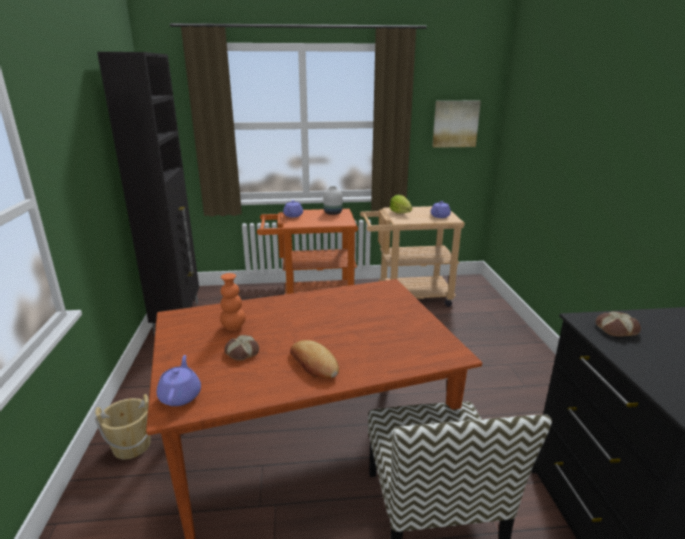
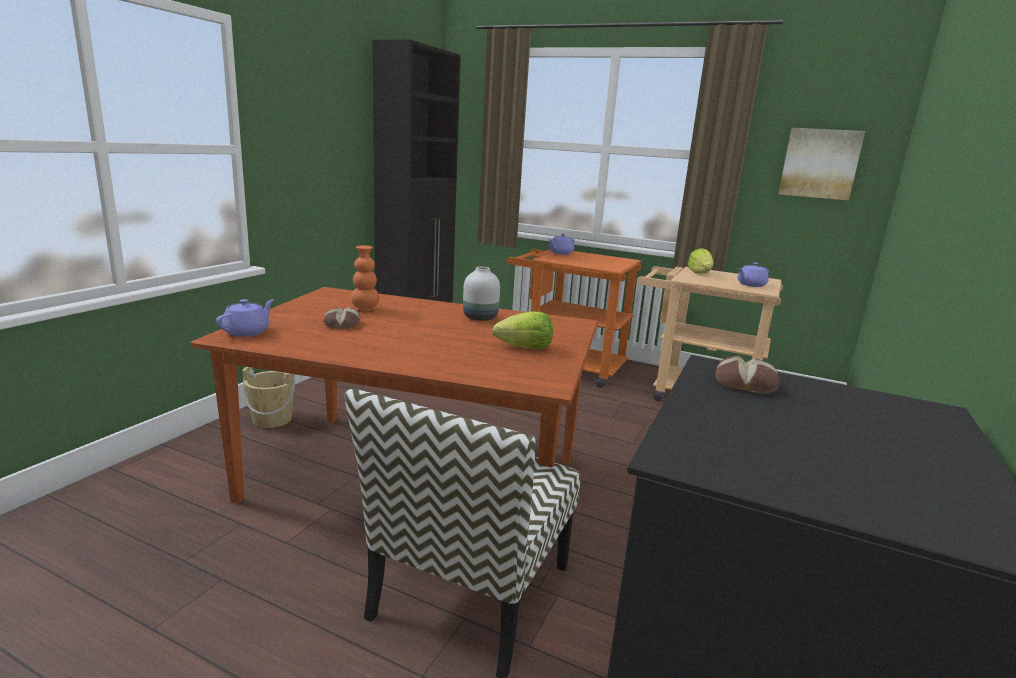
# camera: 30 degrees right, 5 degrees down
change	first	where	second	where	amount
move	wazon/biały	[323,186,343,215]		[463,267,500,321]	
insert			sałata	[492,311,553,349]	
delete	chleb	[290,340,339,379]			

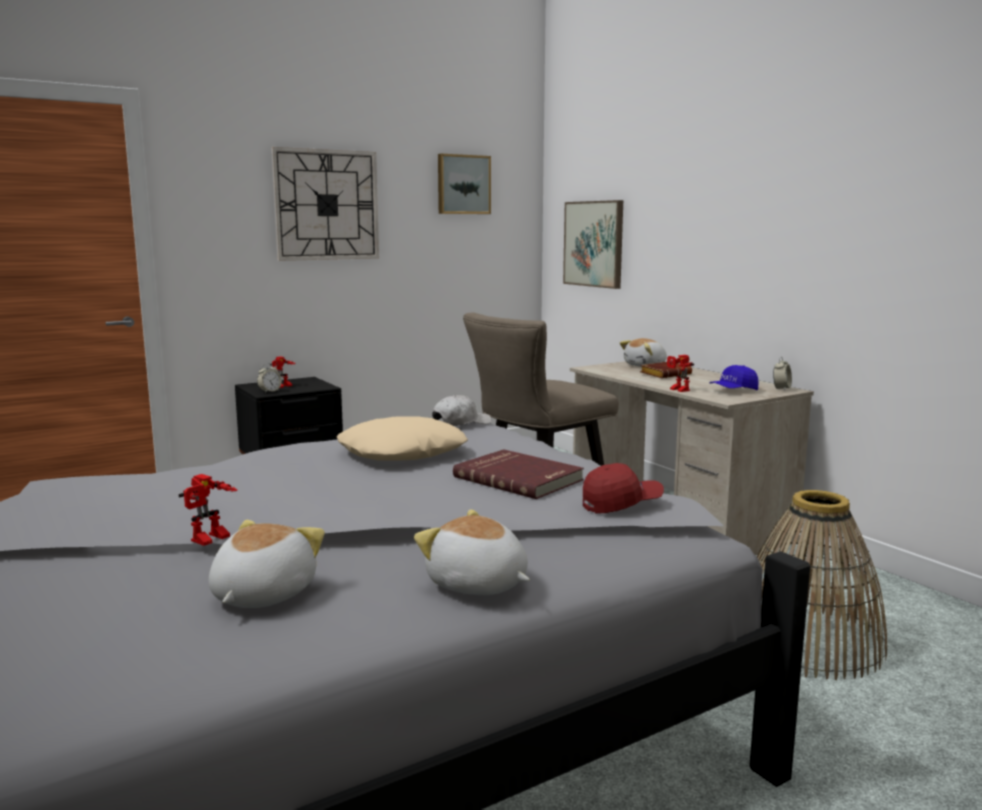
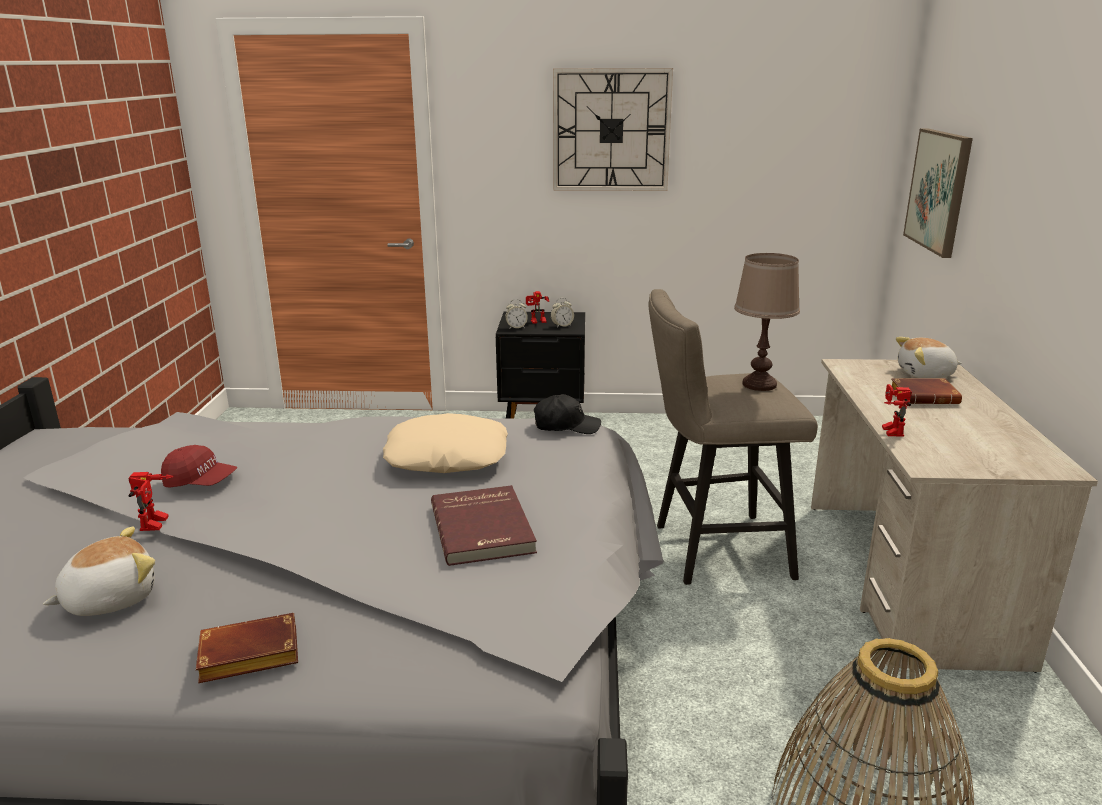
# camera: 35 degrees right, 10 degrees up
change	first	where	second	where	amount
rotate	robot zabawkowy	[179,474,238,546]		[128,472,174,531]	75 degrees counterclockwise
move	czapka z daszkiem/czerwony	[583,463,664,514]		[161,445,237,487]	
replace	pluszak	[414,510,530,595]	książka/brązowy	[196,613,298,683]	
recolor	czapka z daszkiem/biały	[432,395,492,426]	czapka z daszkiem/czarny	[534,394,601,434]	
move	budzik	[773,358,792,391]		[551,298,574,328]	
insert			lampa stołowa/brązowy	[734,253,800,391]	
delete	obraz	[438,154,491,214]			
delete	czapka z daszkiem/niebieski	[709,365,759,390]			

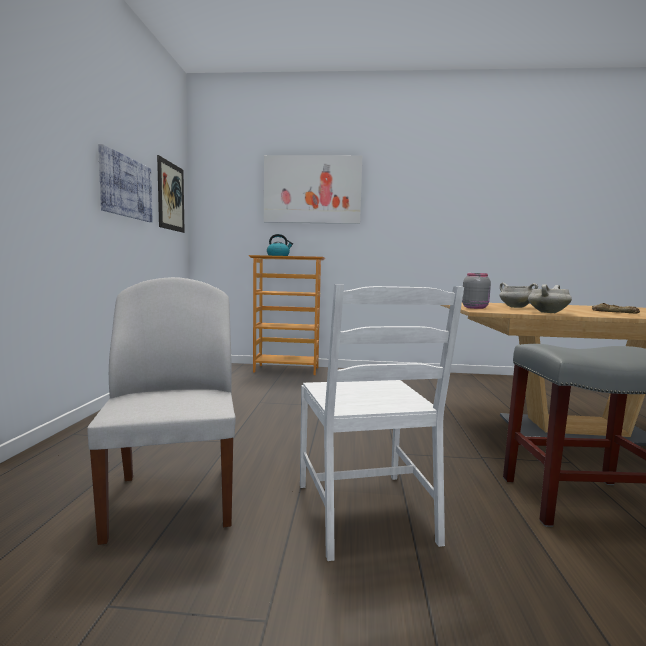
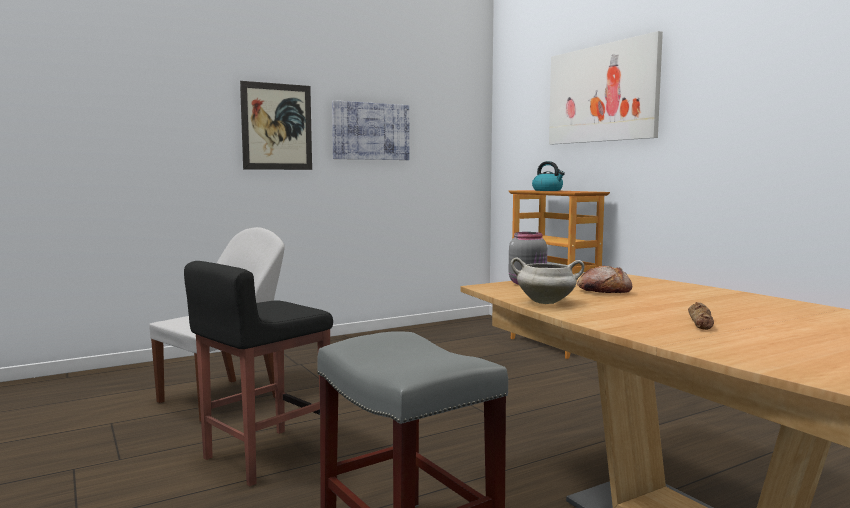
# camera: 55 degrees right, 0 degrees up
change	first	where	second	where	amount
replace	krzesło/biały	[300,284,464,561]	stołek/czarny	[184,261,333,486]	
move	obraz	[157,155,185,233]		[240,81,312,170]	
replace	garnek/biały	[499,283,538,308]	chleb	[577,266,632,293]	

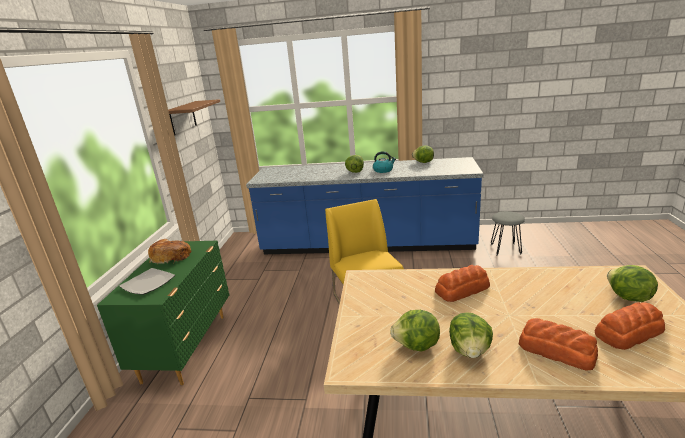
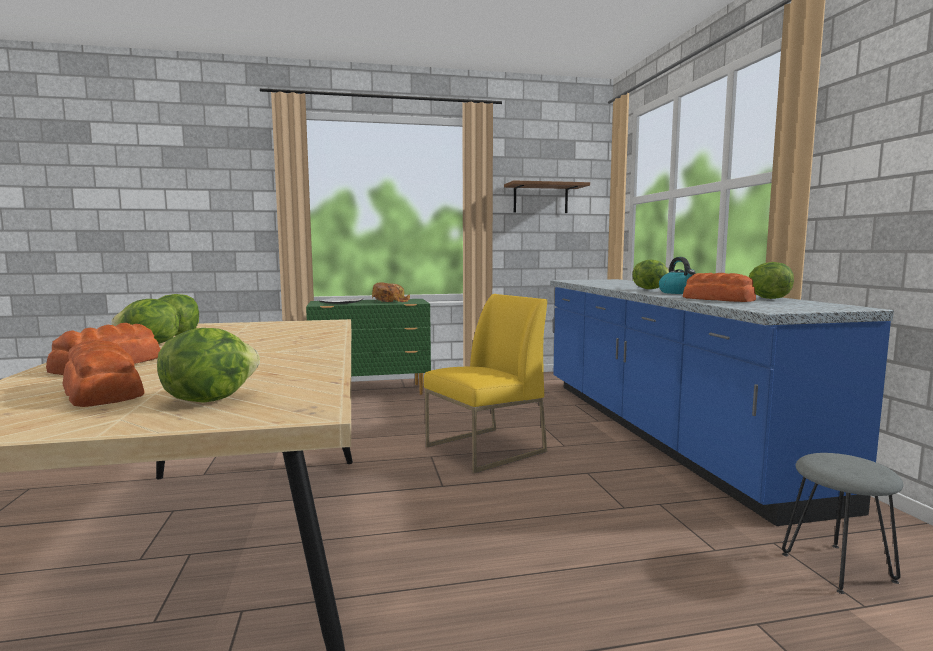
# camera: 70 degrees right, 15 degrees down
change	first	where	second	where	amount
move	chleb	[435,265,490,302]		[683,273,756,302]	

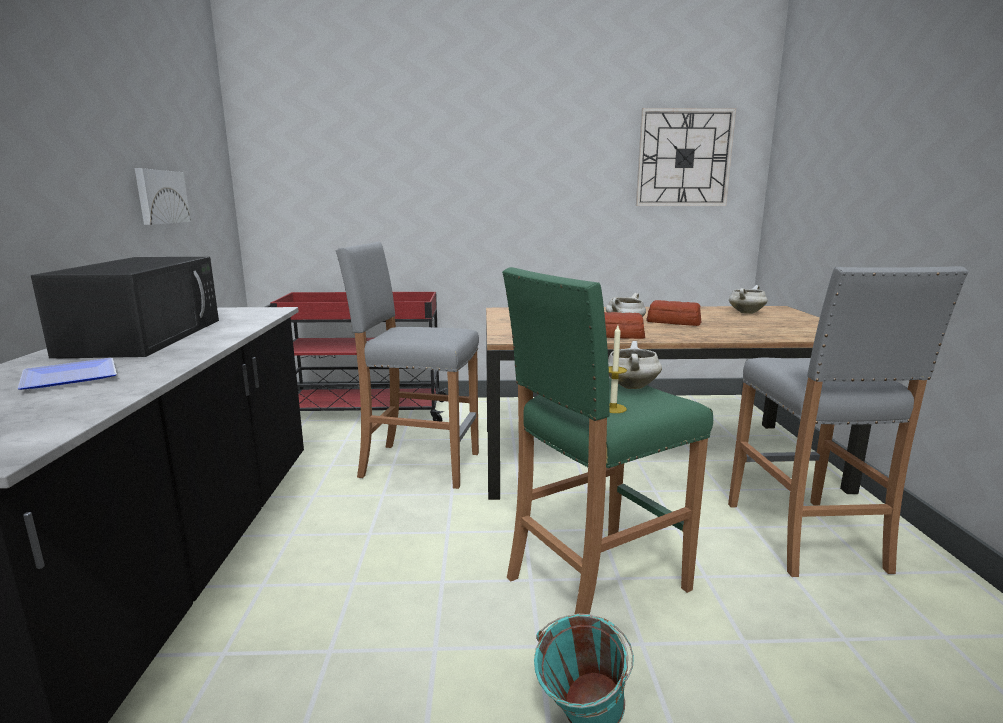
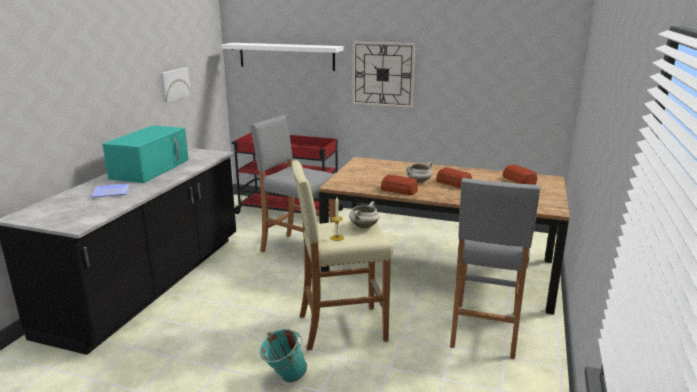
# camera: 20 degrees right, 5 degrees up
change	first	where	second	where	amount
recolor	mikrofalówka/czarny	[31,257,219,359]	mikrofalówka/turkusowy	[102,125,189,183]	
insert			półka/biały	[221,43,344,71]	
recolor	stołek/zielony	[502,267,713,614]	stołek/beżowy	[291,160,393,350]	
move	zegar ścienny	[636,108,736,206]		[353,42,415,108]	
replace	garnek/biały	[729,285,768,314]	chleb	[503,164,538,185]	

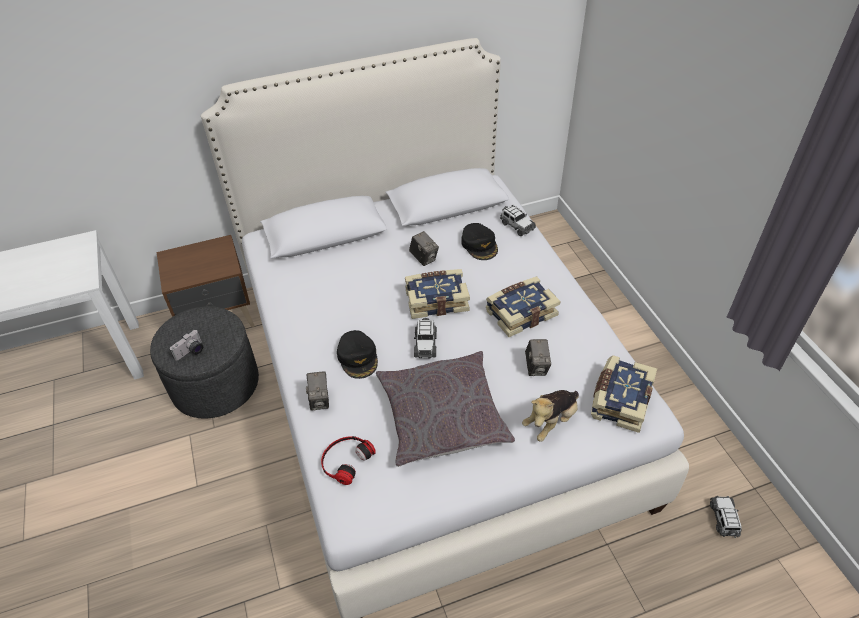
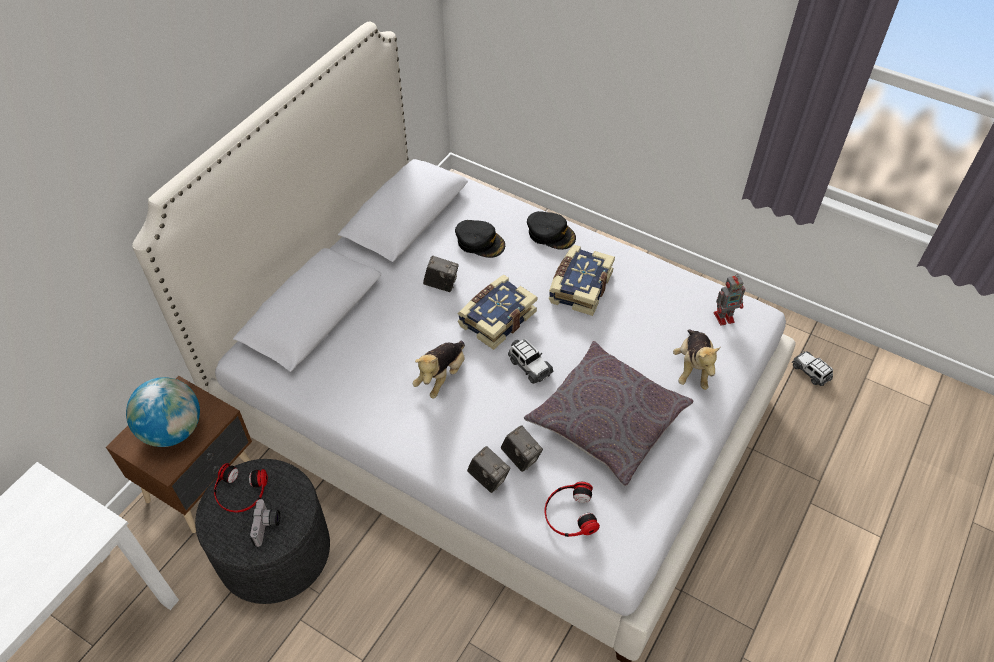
# camera: 40 degrees left, 5 degrees up
change	first	where	second	where	amount
insert			globus	[126,377,200,447]	
insert			słuchawki	[214,463,268,513]	
insert			pluszak	[413,341,465,398]	
move	aparat fotograficzny	[525,339,551,376]		[501,425,543,472]	
move	czapka z daszkiem/czarny	[337,330,378,379]		[527,211,576,250]	
replace	książka	[591,356,657,433]	robot zabawkowy	[714,274,745,326]	
delete	samochodzik	[500,205,536,236]			

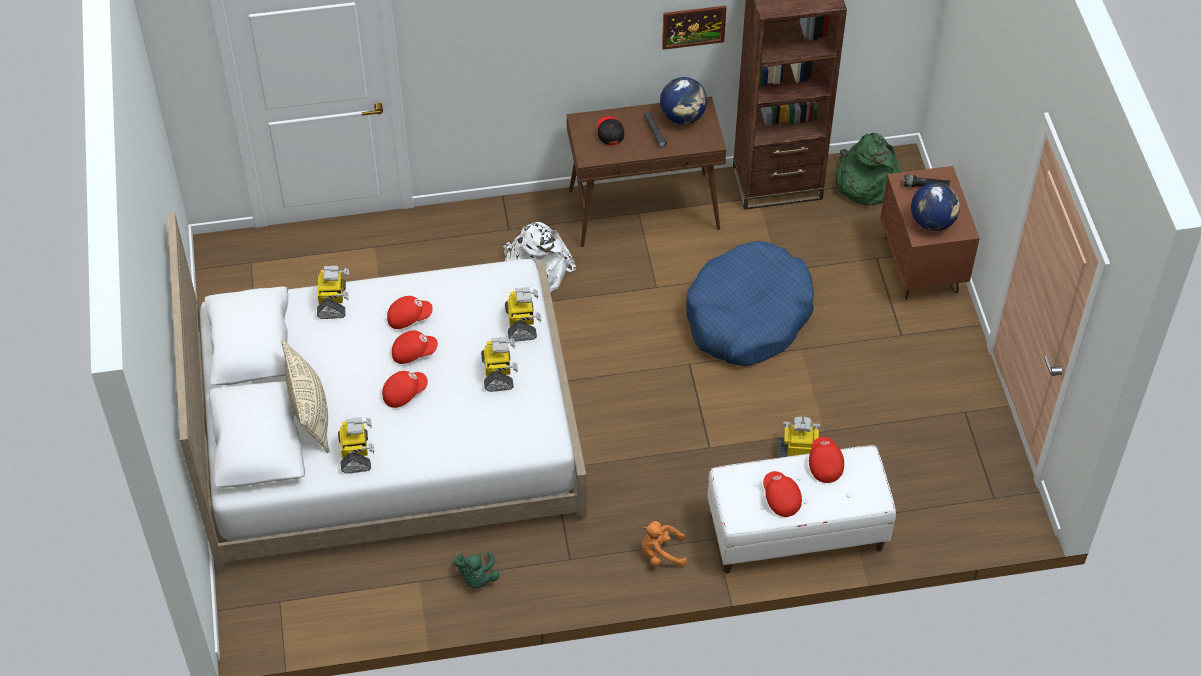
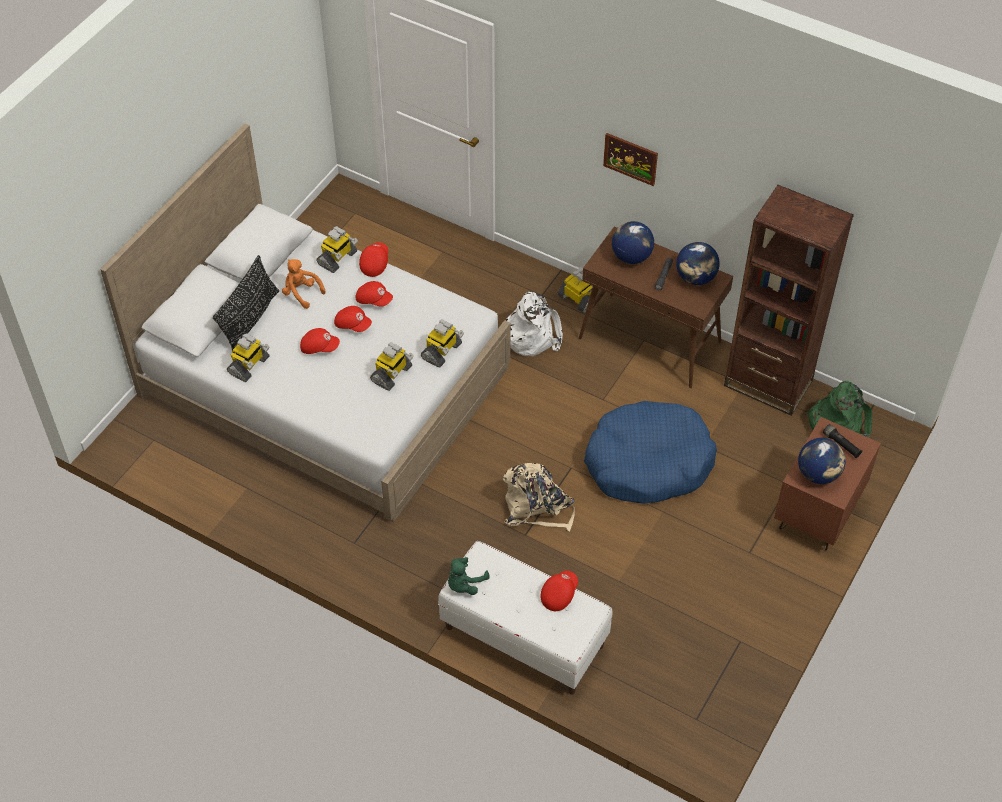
# camera: 40 degrees right, 0 degrees up
change	first	where	second	where	amount
recolor	poduszka/beżowy	[281,338,330,453]	poduszka/czarny	[213,255,279,353]	
move	pluszak/pomarańczowy	[642,521,687,567]		[282,259,326,309]	
move	czapka z daszkiem/czerwony	[763,471,802,517]		[359,242,388,277]	
move	pluszak/zielony	[454,552,500,588]		[448,557,489,595]	
insert			plecak/beżowy	[503,463,575,531]	
move	robot zabawkowy	[778,417,820,458]		[558,267,593,313]	
move	obraz	[662,6,727,50]		[603,133,658,186]	
replace	czapka z daszkiem/czarny	[597,116,624,145]	globus	[612,221,654,264]	

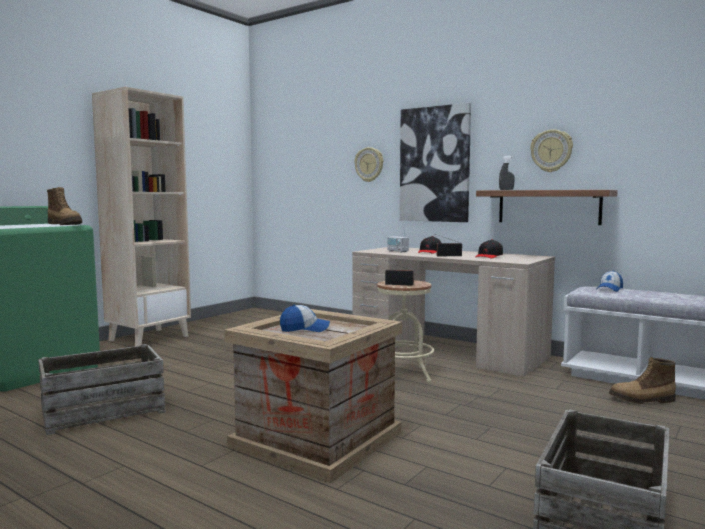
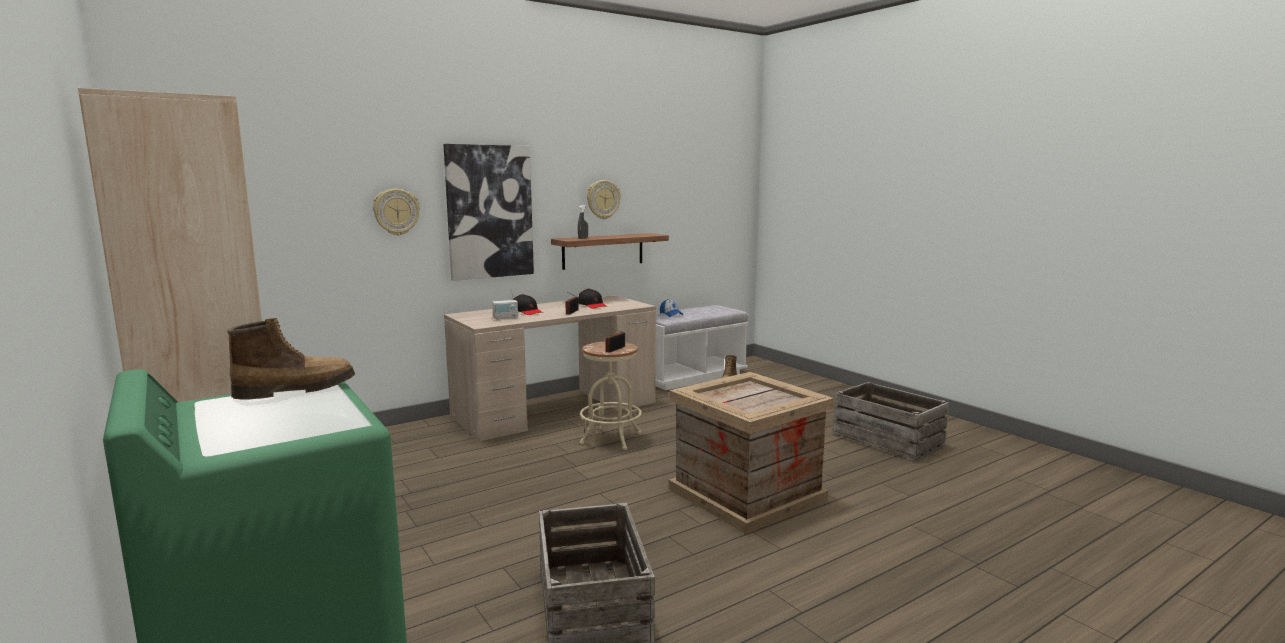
# camera: 70 degrees left, 5 degrees up
change	first	where	second	where	amount
delete	czapka z daszkiem	[280,305,330,332]			

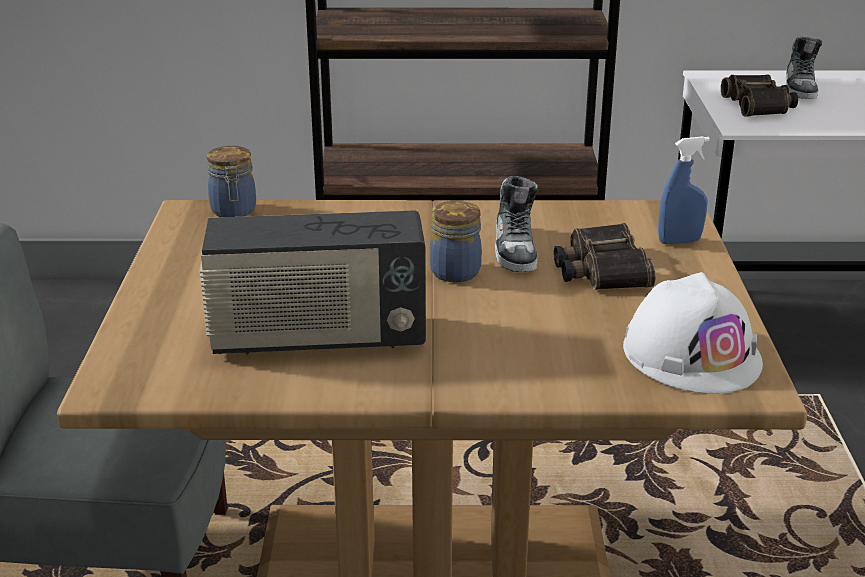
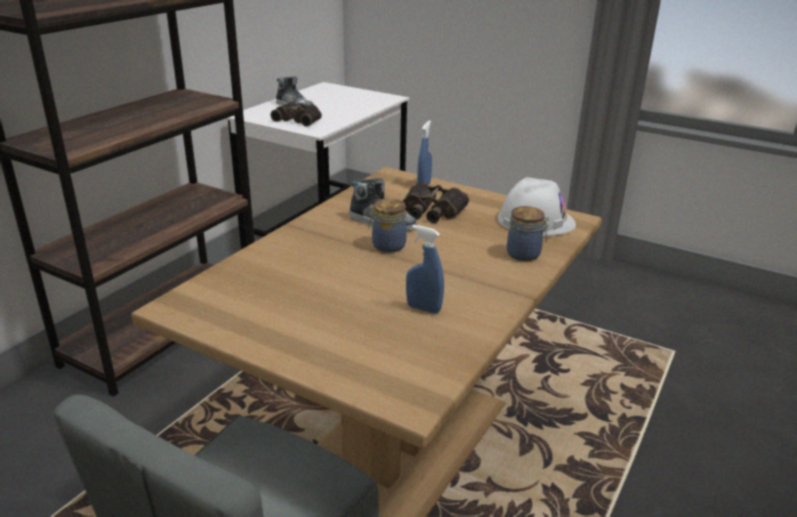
# camera: 60 degrees left, 0 degrees up
change	first	where	second	where	amount
replace	radio	[199,210,426,355]	spryskiwacz/niebieski	[406,225,444,314]	
move	słoik	[207,146,256,217]		[507,206,549,261]	

